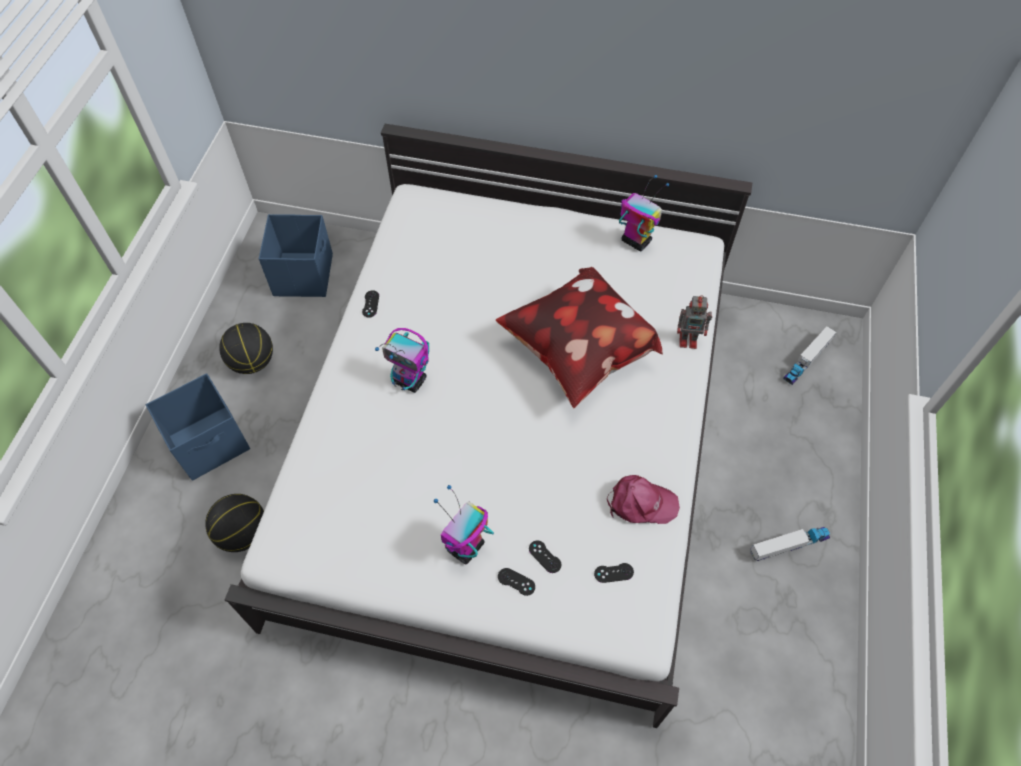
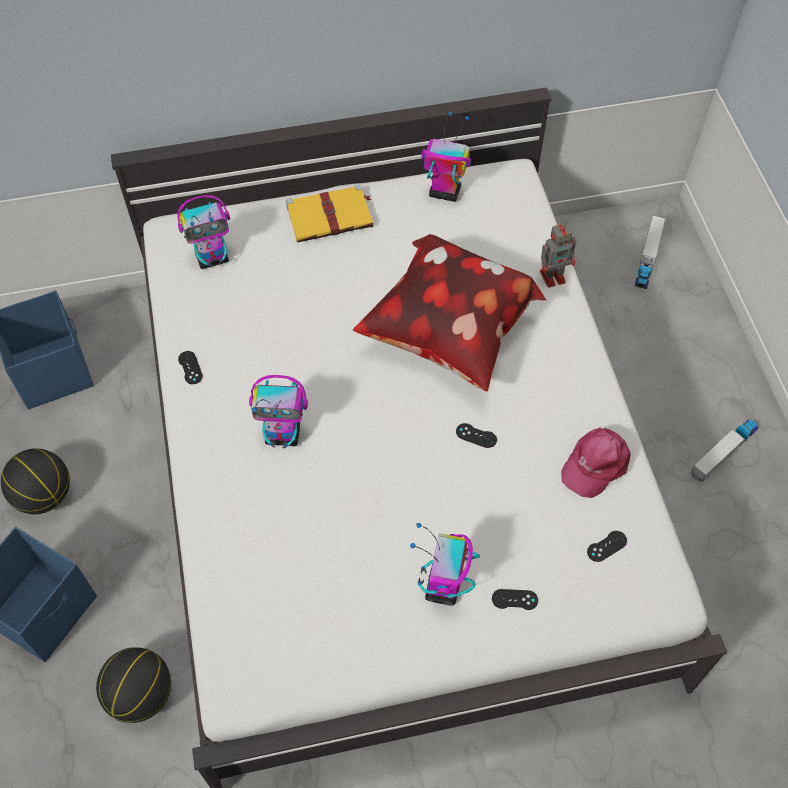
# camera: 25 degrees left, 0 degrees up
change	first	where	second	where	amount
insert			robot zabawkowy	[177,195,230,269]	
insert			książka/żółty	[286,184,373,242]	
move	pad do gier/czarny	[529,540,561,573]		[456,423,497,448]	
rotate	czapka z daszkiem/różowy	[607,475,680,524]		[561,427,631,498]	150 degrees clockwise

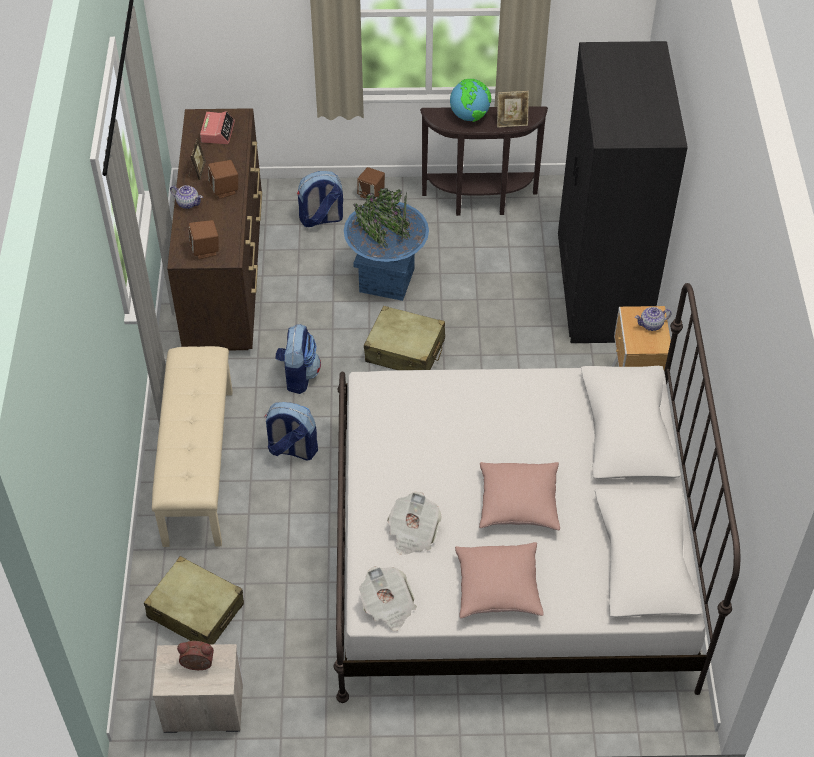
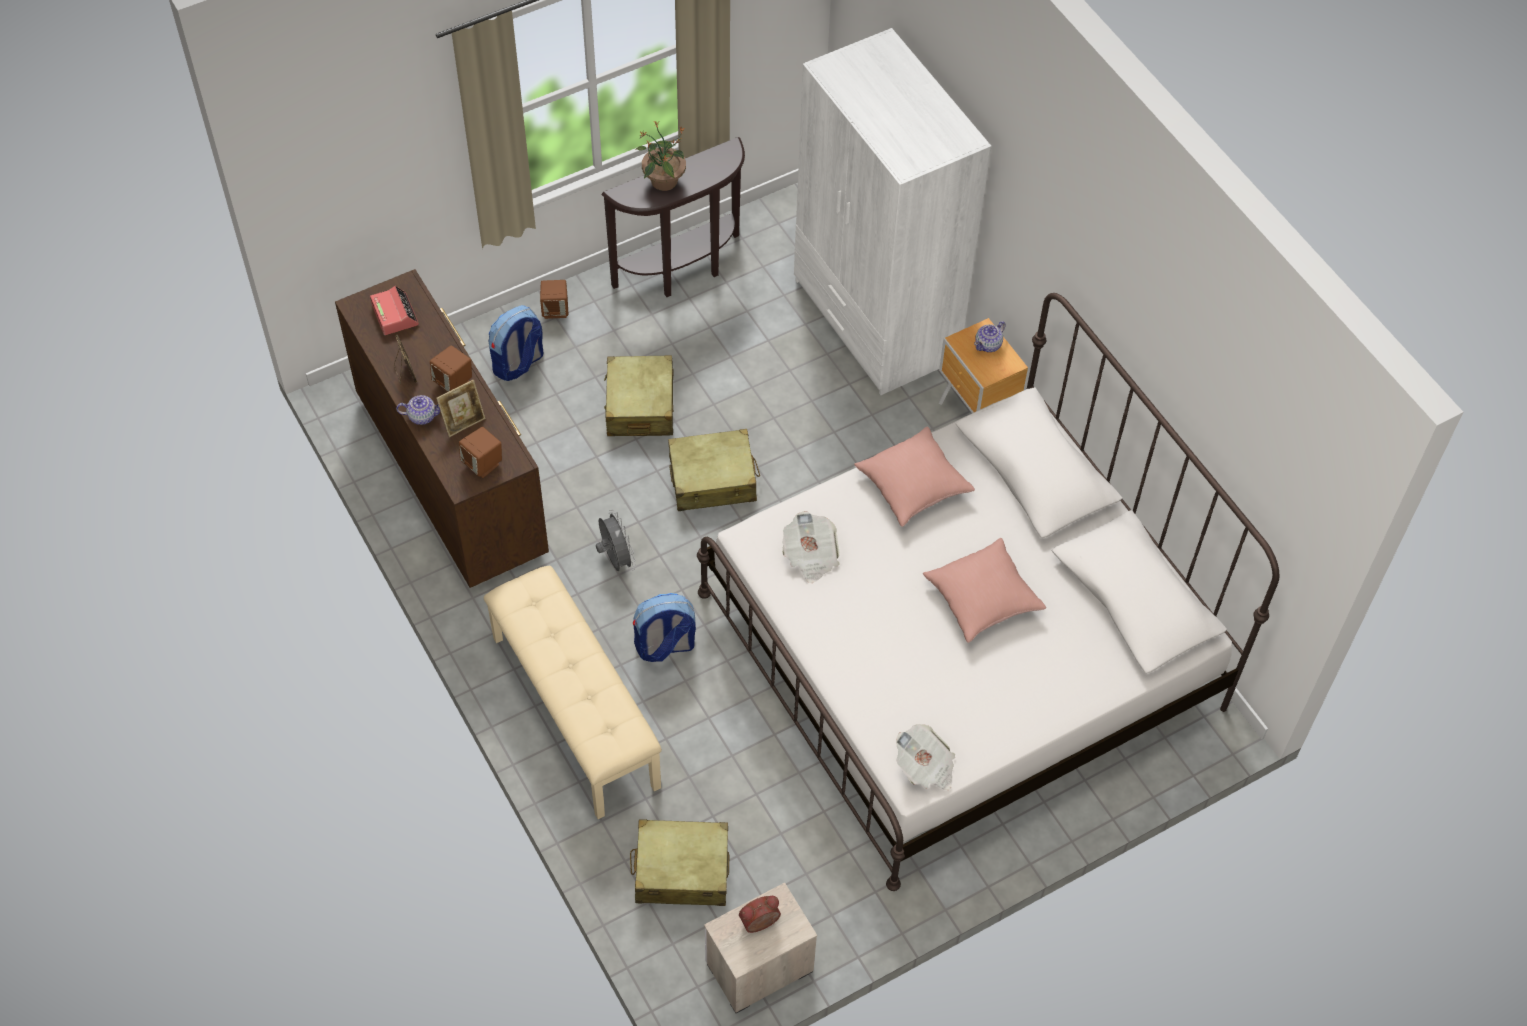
# camera: 30 degrees left, 5 degrees up
change	first	where	second	where	amount
move	ramka na zdjęcie	[497,91,529,128]		[436,380,485,437]	
replace	plecak	[276,324,321,394]	wentylator/szary	[596,510,636,571]	
replace	donica/niebieski	[344,188,429,301]	walizka/beżowy	[604,355,674,436]	
replace	globus	[450,79,491,122]	roślina doniczkowa	[636,121,686,191]	
move	gazeta	[387,492,442,555]		[782,511,840,583]	
recolor	szafa/czarny	[558,41,688,343]	szafa/biały	[794,28,991,395]	
move	poduszka/różowy	[455,542,544,618]		[854,426,975,527]	

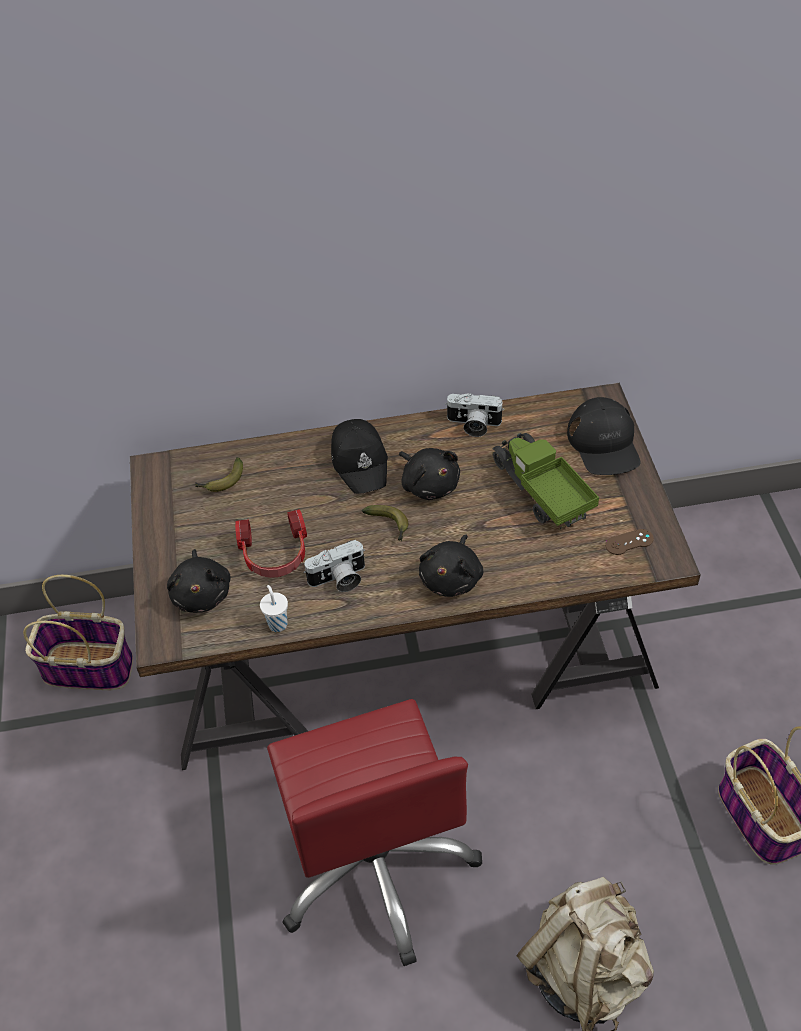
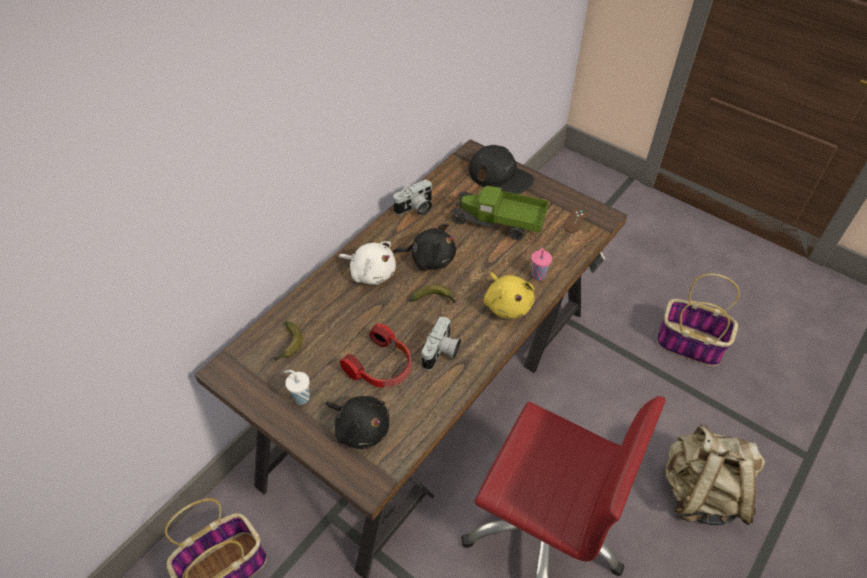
# camera: 45 degrees left, 0 degrees up
change	first	where	second	where	amount
move	filiżanka/biały	[260,585,288,632]		[284,370,310,405]	
replace	czapka z daszkiem/czarny	[331,419,388,494]	pluszak/biały	[339,241,396,285]	
recolor	pluszak/czarny	[419,535,483,597]	pluszak/żółty	[484,272,535,318]	
insert			filiżanka/różowy	[531,248,552,281]	

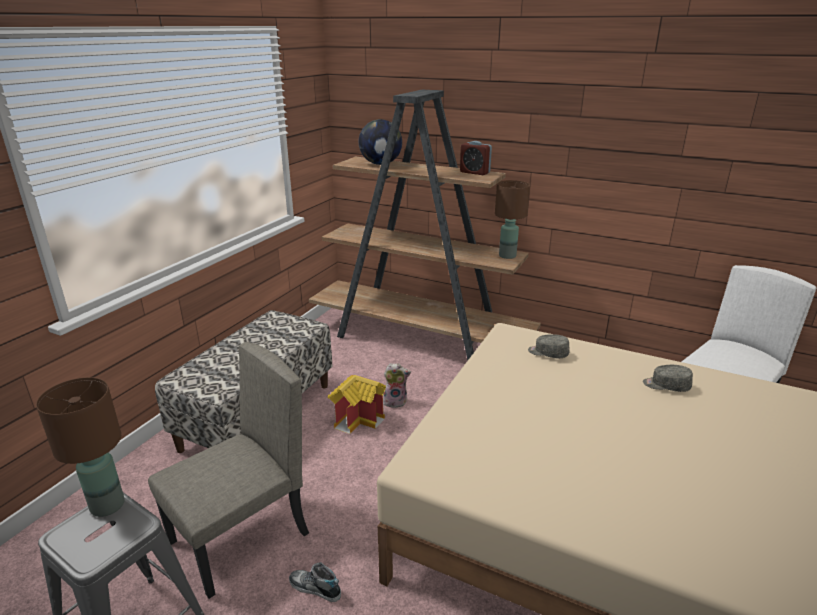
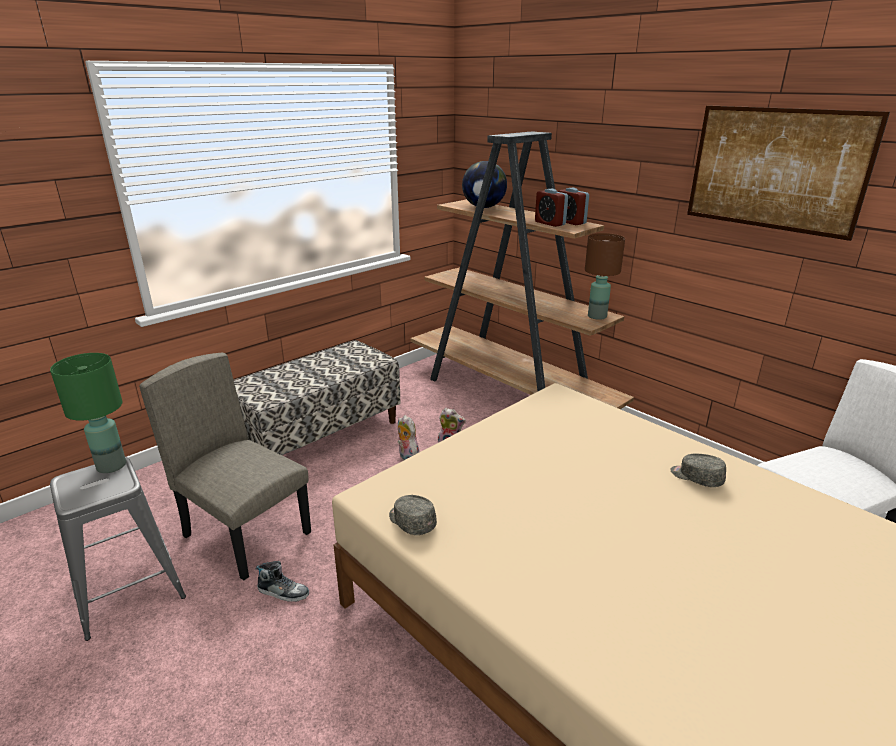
# camera: 20 degrees right, 0 degrees up
change	first	where	second	where	amount
recolor	lampa stołowa/brązowy	[36,377,125,517]	lampa stołowa/zielony	[50,353,126,473]	
rotate	krzesło/beżowy	[148,342,309,599]		[139,353,311,580]	120 degrees counterclockwise
rotate	but	[289,562,341,602]		[255,561,309,602]	150 degrees clockwise
move	czapka z daszkiem/szary	[528,334,570,358]		[389,495,437,535]	
replace	domek	[328,375,386,434]	pluszak	[398,415,419,460]	
insert			budzik	[535,189,568,227]	
insert			obraz	[687,105,890,241]	

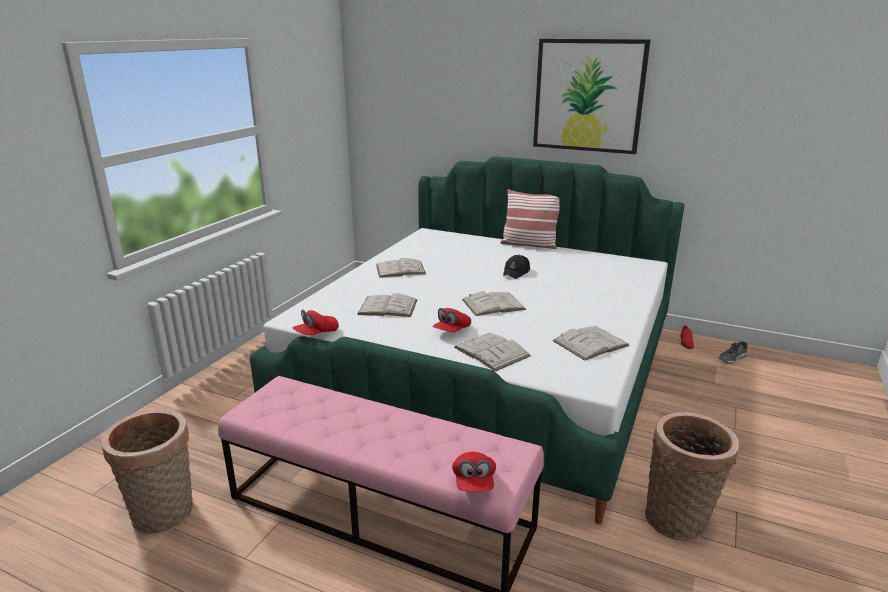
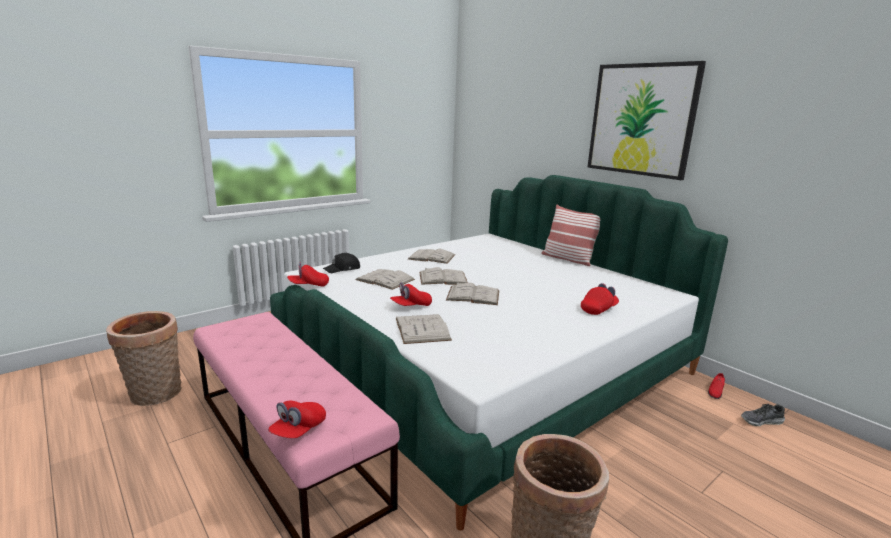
# camera: 25 degrees right, 5 degrees down
change	first	where	second	where	amount
move	czapka z daszkiem/czarny	[503,255,530,279]		[323,253,360,273]	
move	książka/biały	[552,326,630,360]		[419,267,468,285]	
insert			czapka z daszkiem/czerwony	[581,283,619,315]	

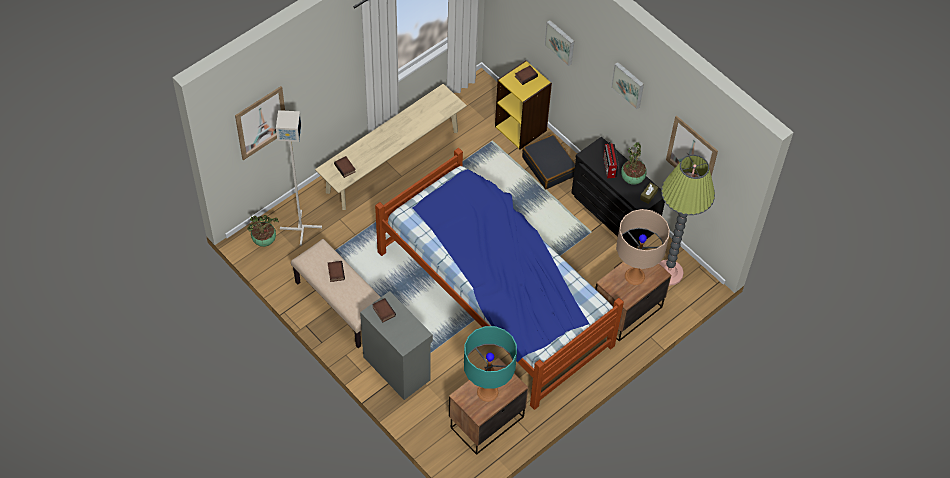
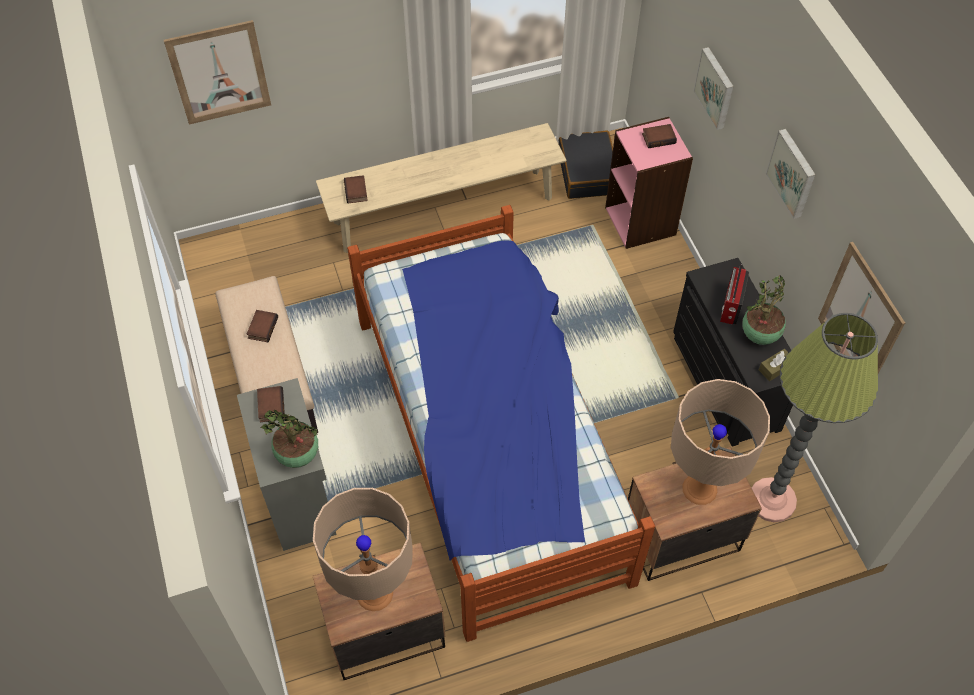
# camera: 25 degrees right, 0 degrees up
change	first	where	second	where	amount
move	roślina doniczkowa	[247,215,279,247]		[261,410,318,468]	
recolor	lampa stołowa/turkusowy	[464,326,517,402]	lampa stołowa/beżowy	[313,488,413,611]	
move	walizka/czarny	[522,134,575,189]		[559,130,613,199]	
recolor	regał/żółty	[495,60,552,149]	regał/różowy	[605,117,693,249]	
delete	lampa stojąca/szary	[276,110,322,246]			

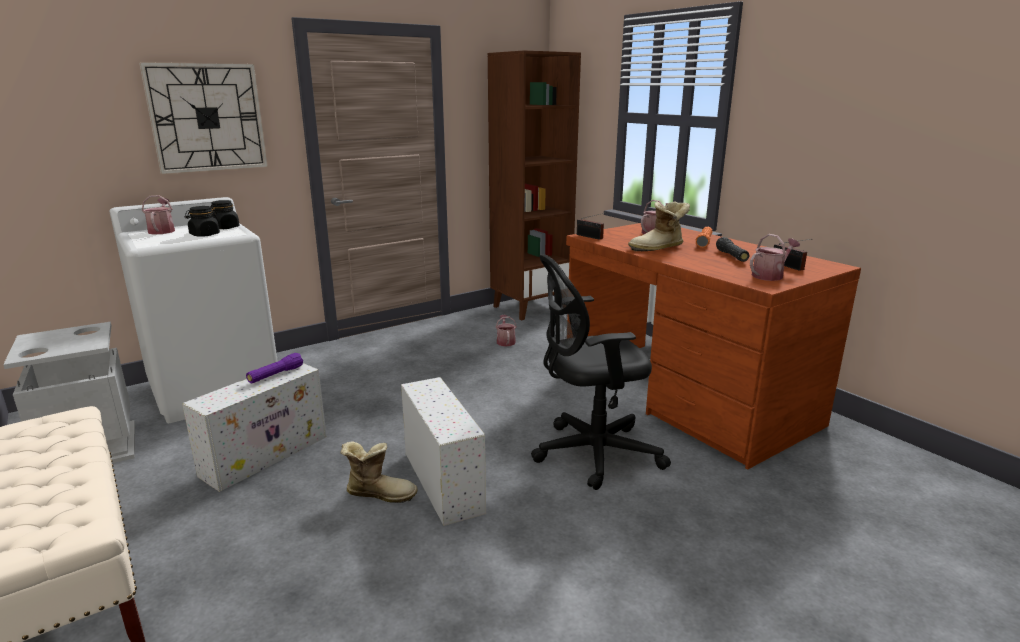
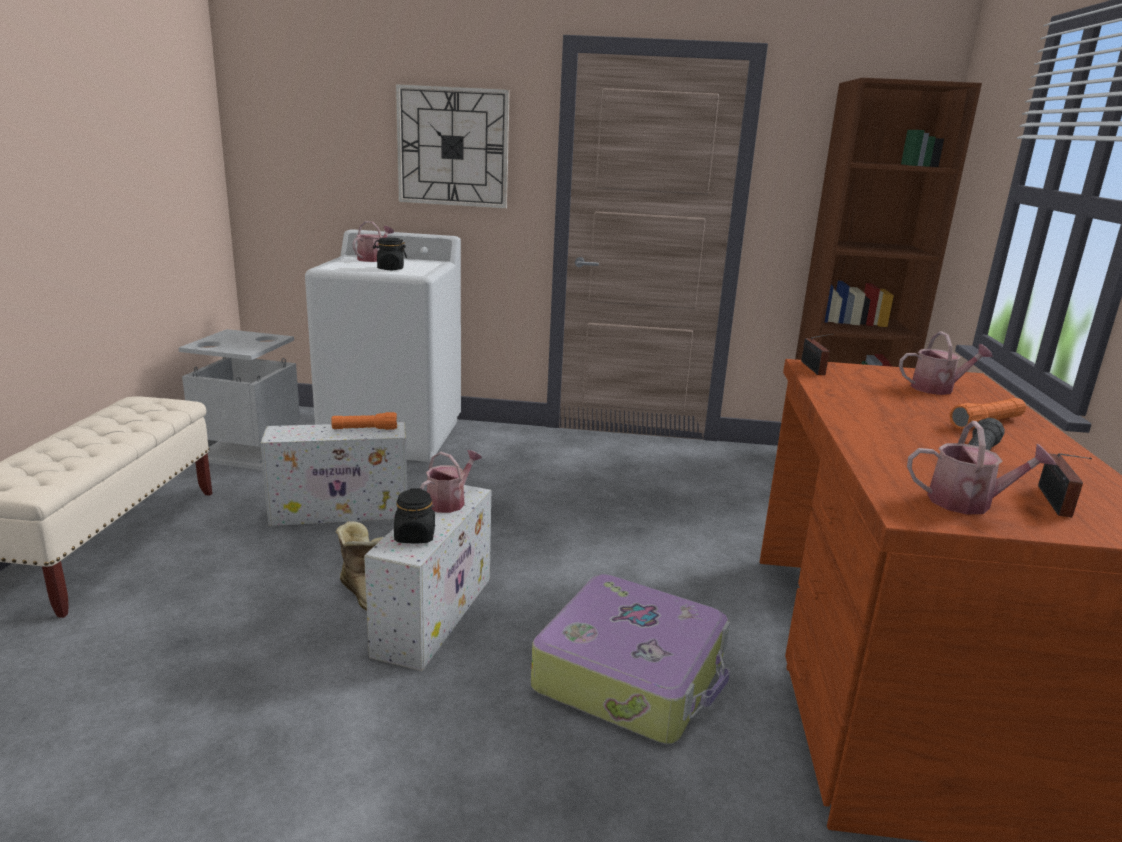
# camera: 40 degrees right, 0 degrees up
change	first	where	second	where	amount
recolor	latarka/fioletowy	[246,353,303,383]	latarka/pomarańczowy	[331,412,397,430]	
move	słoik/czarny	[211,200,239,229]		[394,488,435,543]	
move	konewka	[496,315,517,346]		[420,450,482,513]	
replace	krzesło biurowe/czarny	[531,254,671,490]	walizka	[531,574,730,744]	
delete	but z cholewką	[628,201,690,252]			

